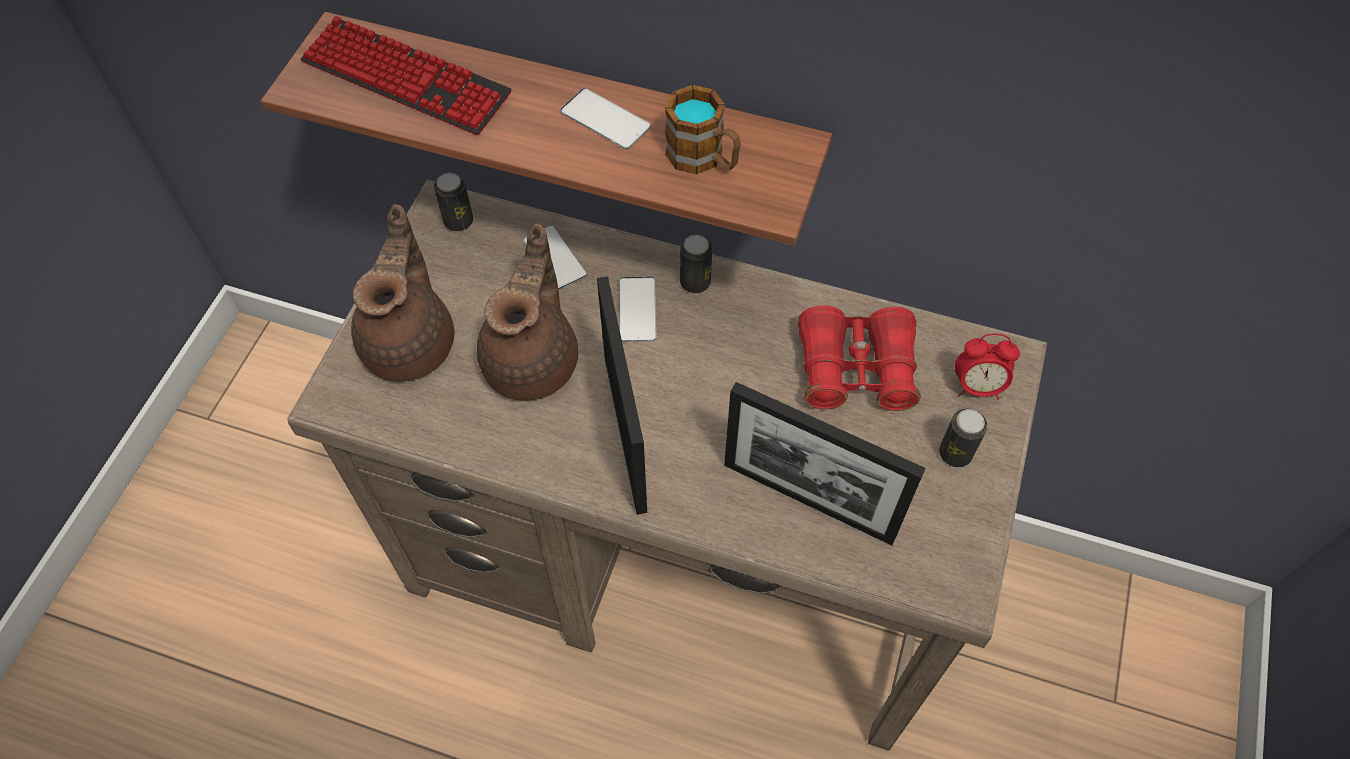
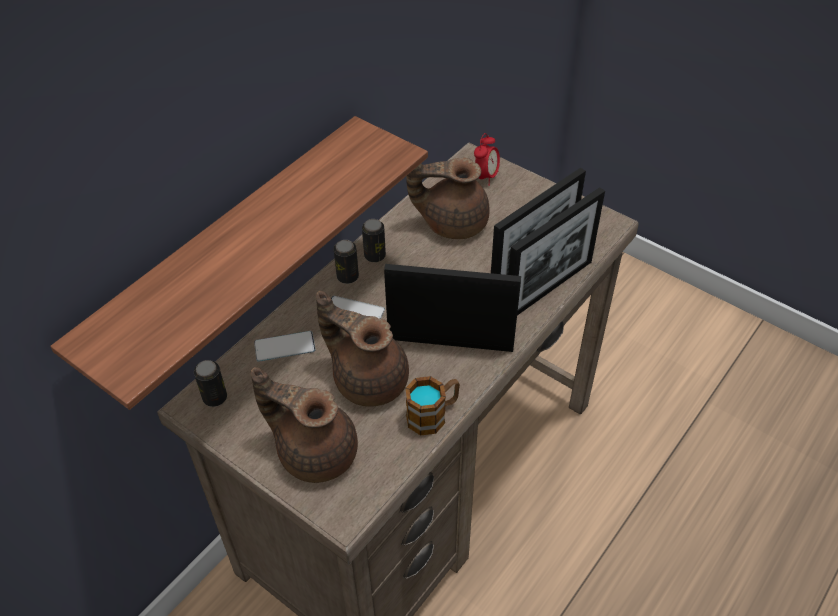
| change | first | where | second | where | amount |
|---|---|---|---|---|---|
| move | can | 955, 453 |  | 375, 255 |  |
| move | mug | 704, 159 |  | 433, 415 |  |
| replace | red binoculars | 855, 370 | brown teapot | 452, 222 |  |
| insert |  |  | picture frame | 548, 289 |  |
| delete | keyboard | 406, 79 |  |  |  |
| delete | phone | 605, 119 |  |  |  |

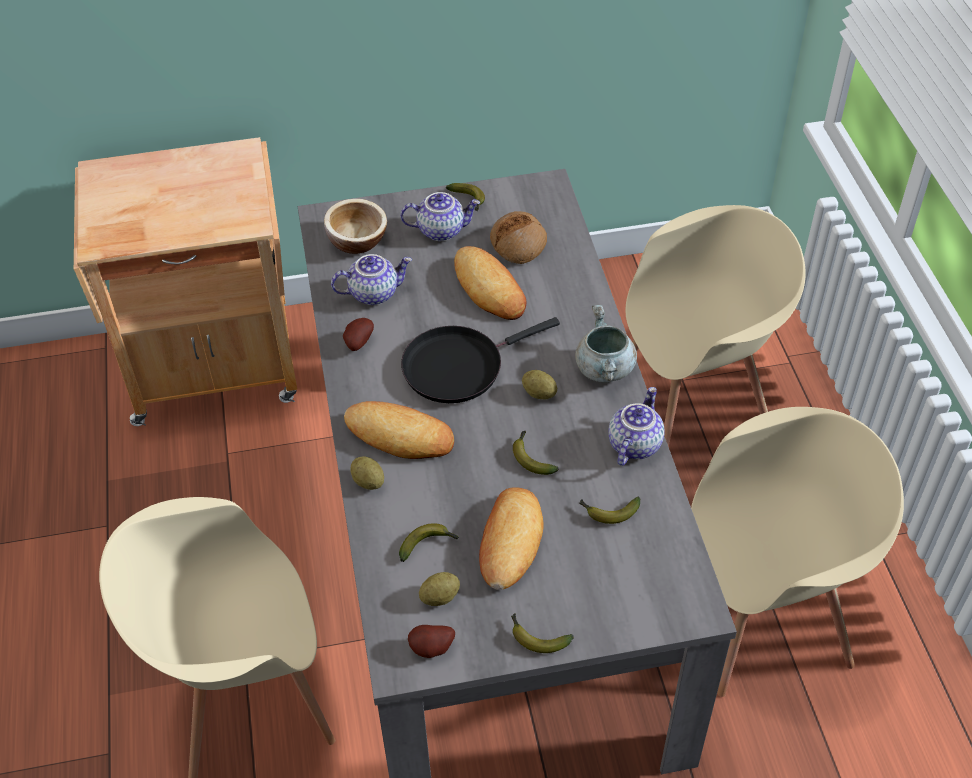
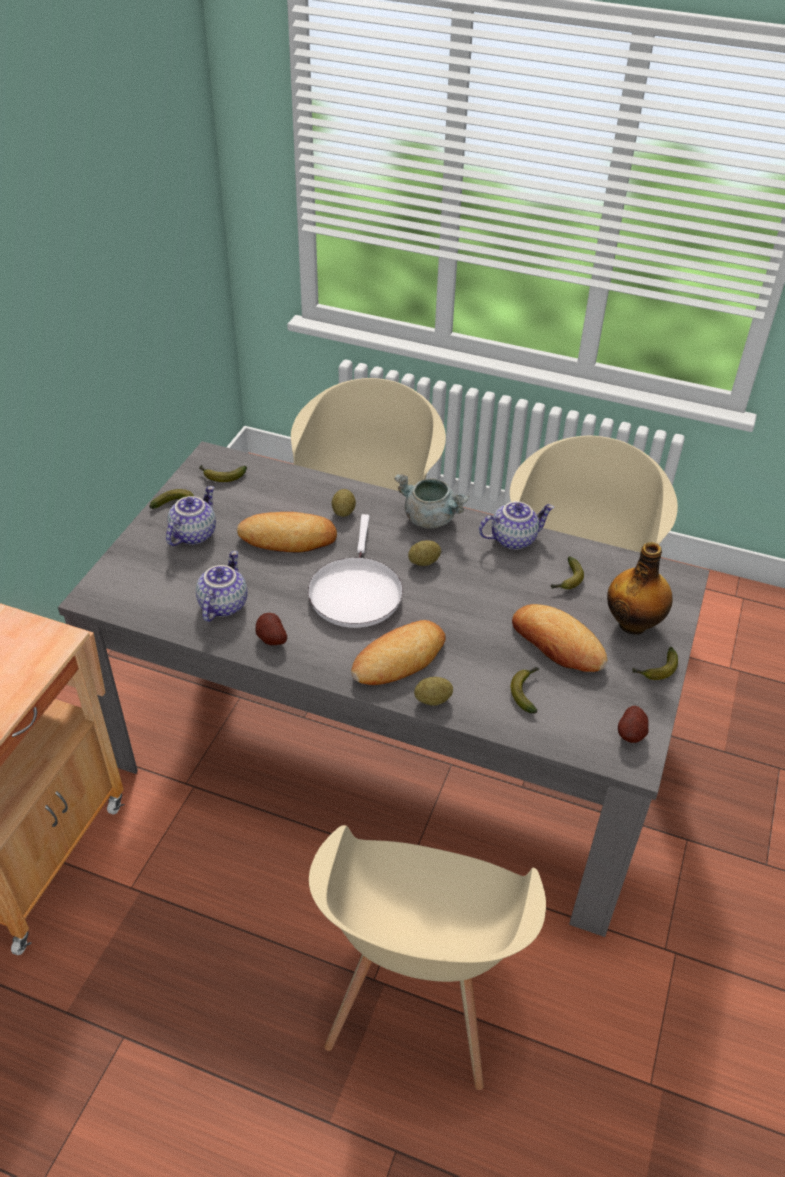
| change | first | where | second | where | amount |
|---|---|---|---|---|---|
| move | banana | 531, 457 |  | 221, 476 |  |
| recolor | black frying pan | 458, 366 | white frying pan | 355, 592 |  |
| move | potato | 440, 597 |  | 343, 512 |  |
| rotate | teapot | 633, 444 |  | 513, 538 | 105 degrees clockwise |
| insert |  |  | bottle | 633, 623 |  |
| delete | bowl | 357, 240 |  |  |  |
| delete | bread | 518, 244 |  |  |  |

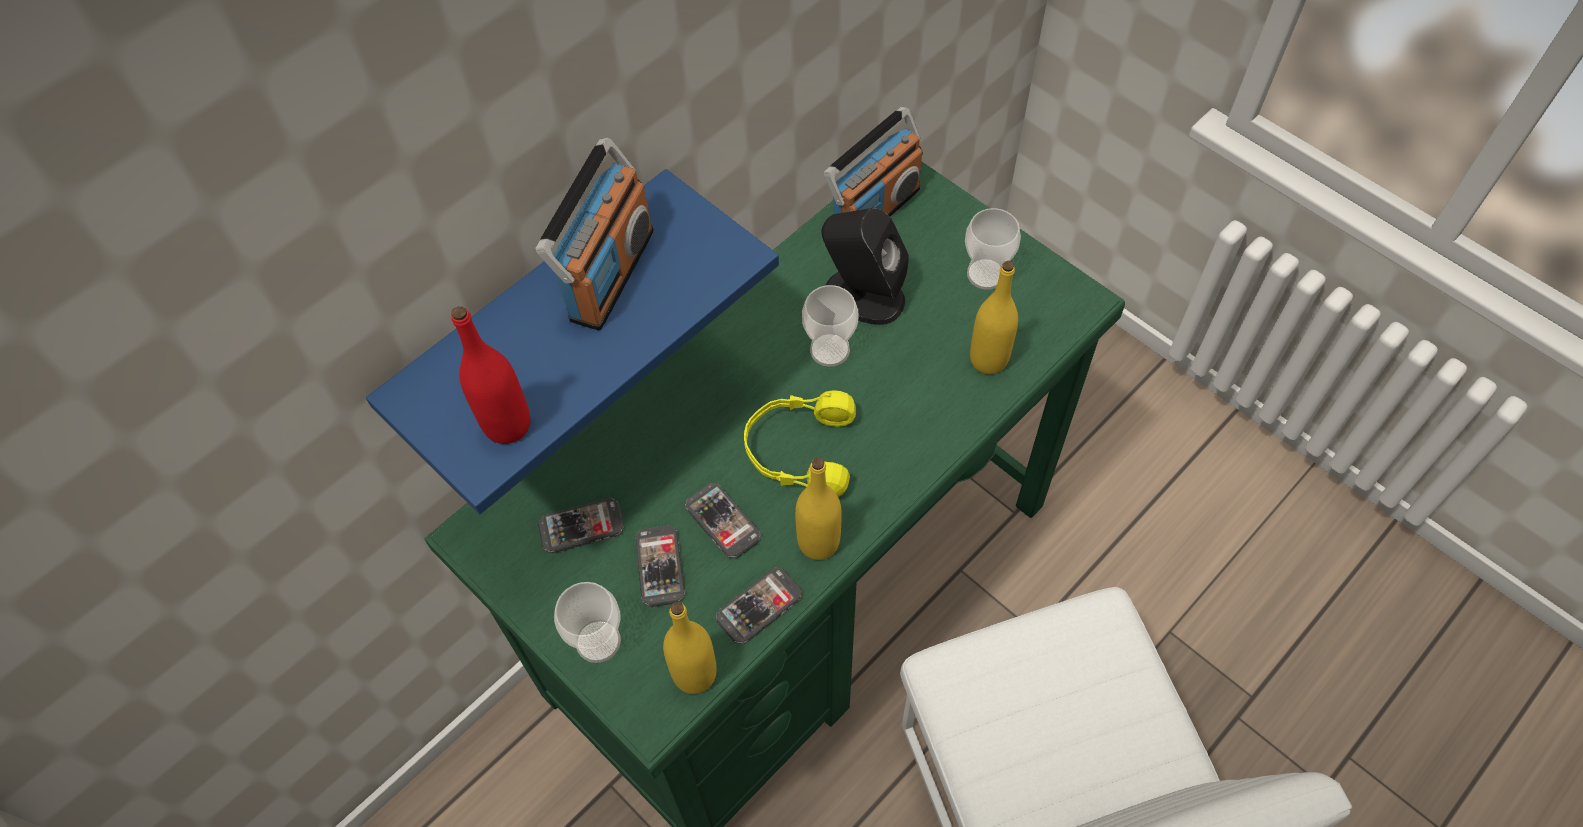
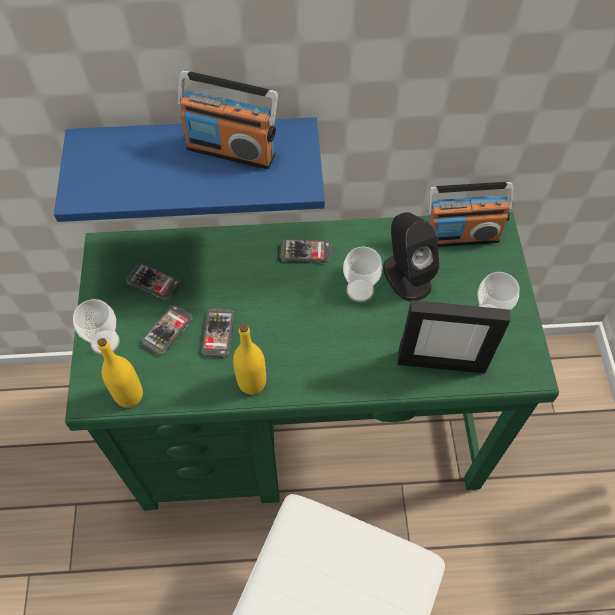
| change | first | where | second | where | amount |
|---|---|---|---|---|---|
| rotate | radio | 610, 274 |  | 231, 150 | 45 degrees clockwise |
| move | phone | 759, 606 |  | 305, 252 |  |
| replace | yellow bottle | 988, 359 | picture frame | 441, 362 |  |
| delete | red bottle | 507, 425 |  |  |  |
| delete | yellow headphones | 799, 451 |  |  |  |

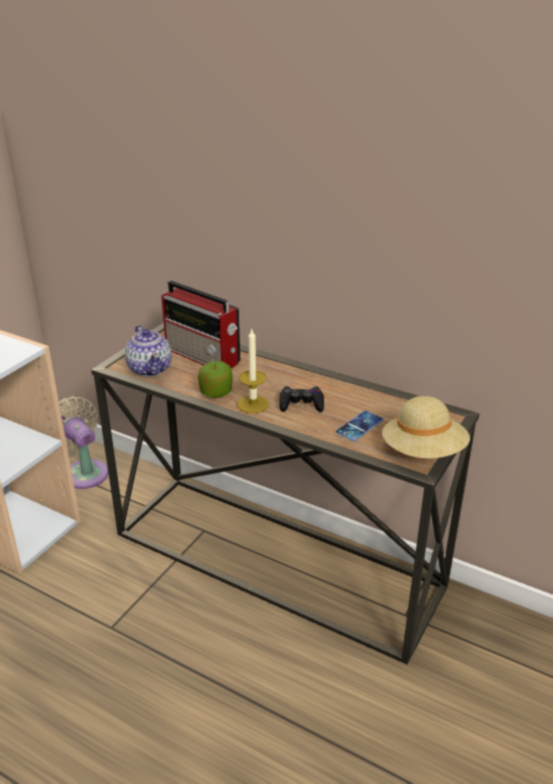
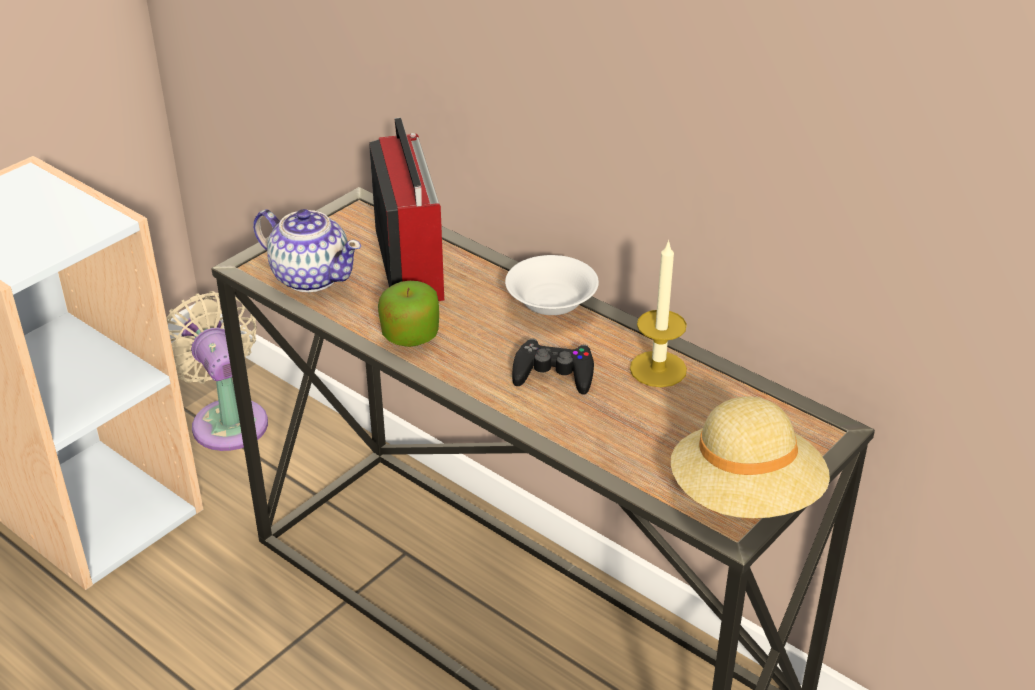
| change | first | where | second | where | amount |
|---|---|---|---|---|---|
| rotate | teapot | 150, 368 |  | 311, 276 | 45 degrees counterclockwise |
| rotate | radio | 204, 356 |  | 410, 261 | 150 degrees counterclockwise |
| insert |  |  | white bowl | 552, 302 |  |
| move | candle | 253, 404 |  | 658, 369 |  |
| delete | phone | 359, 426 |  |  |  |

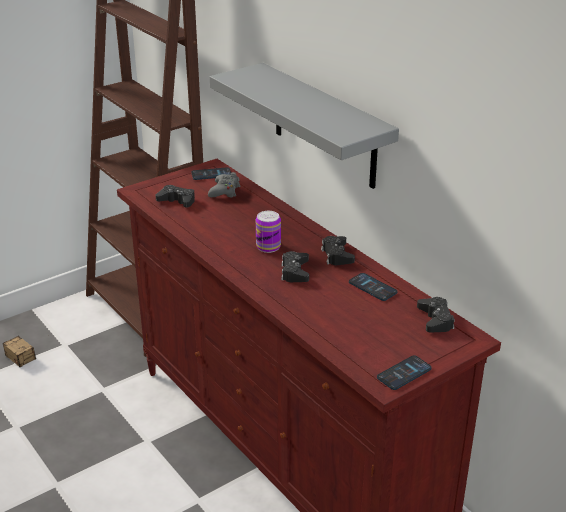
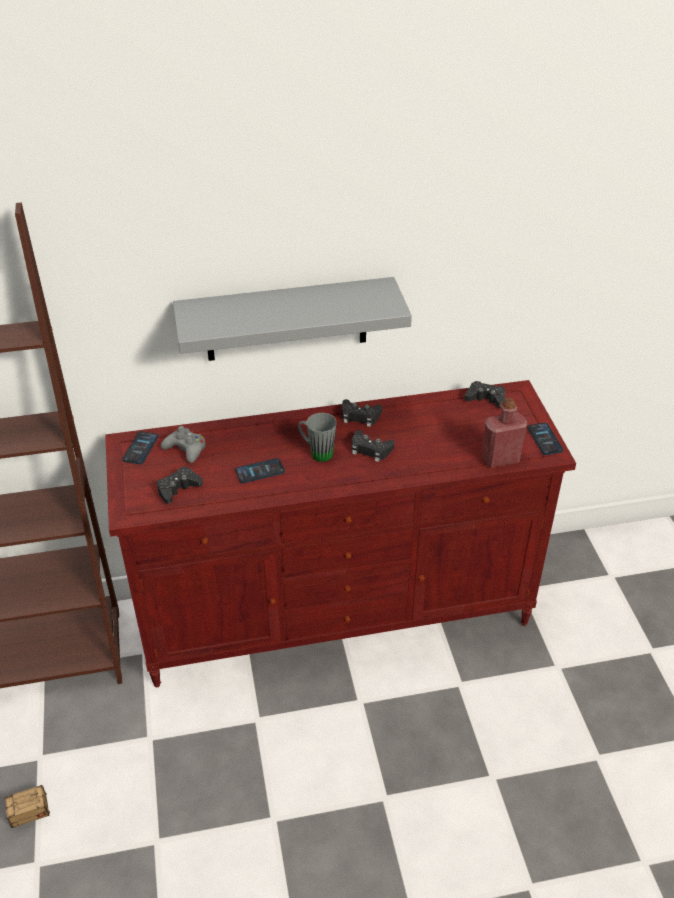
| change | first | where | second | where | amount |
|---|---|---|---|---|---|
| move | phone | 372, 287 |  | 260, 471 |  |
| replace | can | 268, 247 | grey mug | 316, 452 |  |
| insert |  |  | red bottle | 500, 459 |  |

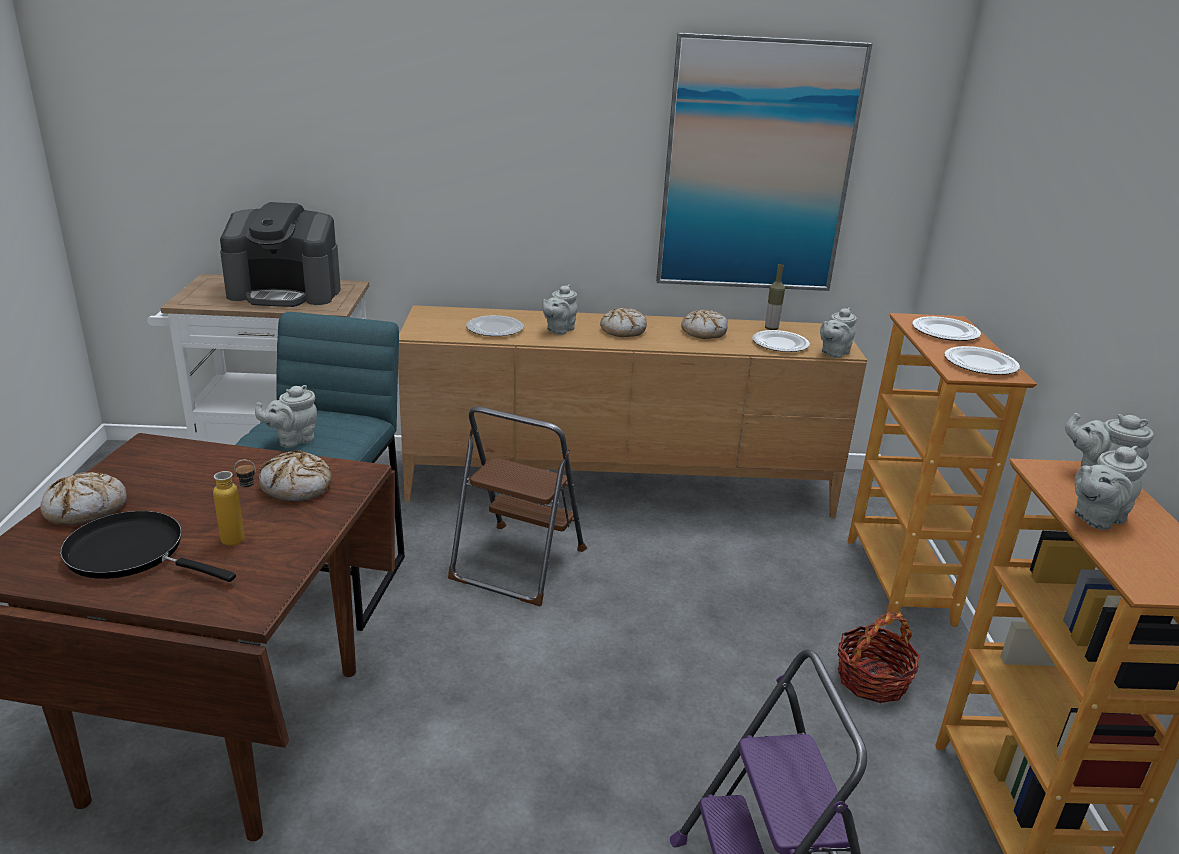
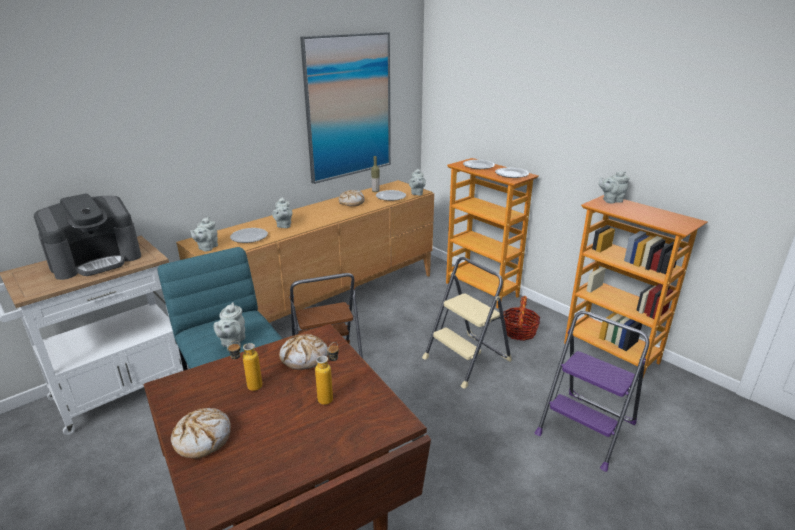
| change | first | where | second | where | amount |
|---|---|---|---|---|---|
| move | grey teapot | 1096, 518 |  | 207, 248 |  |
| insert |  |  | bottle | 248, 389 |  |
| insert |  |  | beige step ladder | 469, 358 |  |
| delete | black frying pan | 132, 553 |  |  |  |
| delete | bread | 623, 330 |  |  |  |

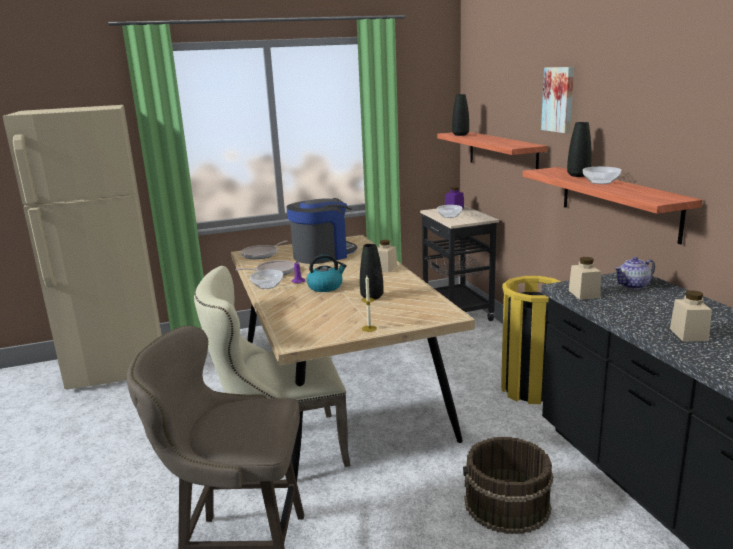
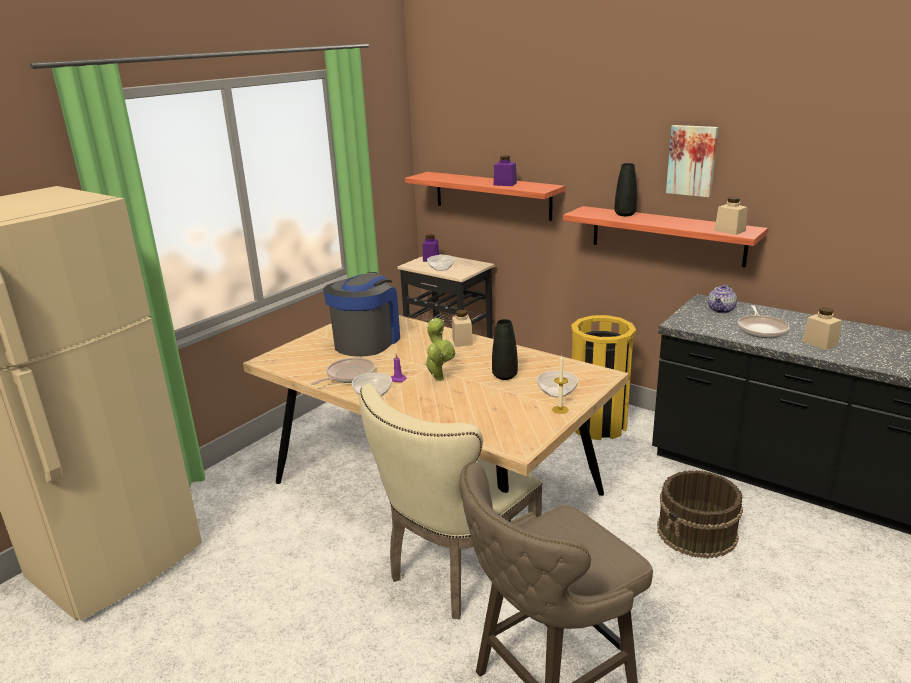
| change | first | where | second | where | amount |
|---|---|---|---|---|---|
| replace | kettle | 326, 287 | potted plant | 439, 377 |  |
| insert |  |  | purple jar | 505, 184 |  |
| move | bowl | 600, 182 |  | 557, 392 |  |
| move | picture | 559, 99 |  | 692, 160 |  |
| move | beige jar | 584, 294 |  | 729, 231 |  |
| move | frying pan | 261, 254 |  | 761, 329 |  |
| delete | black vase | 460, 135 |  |  |  |

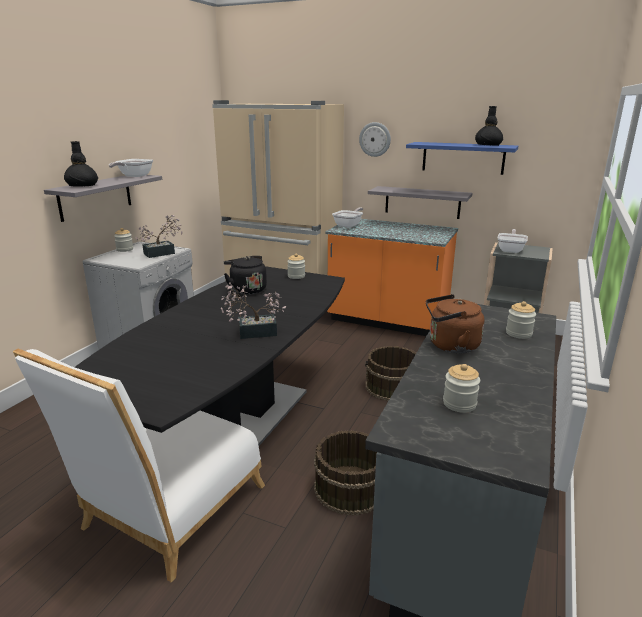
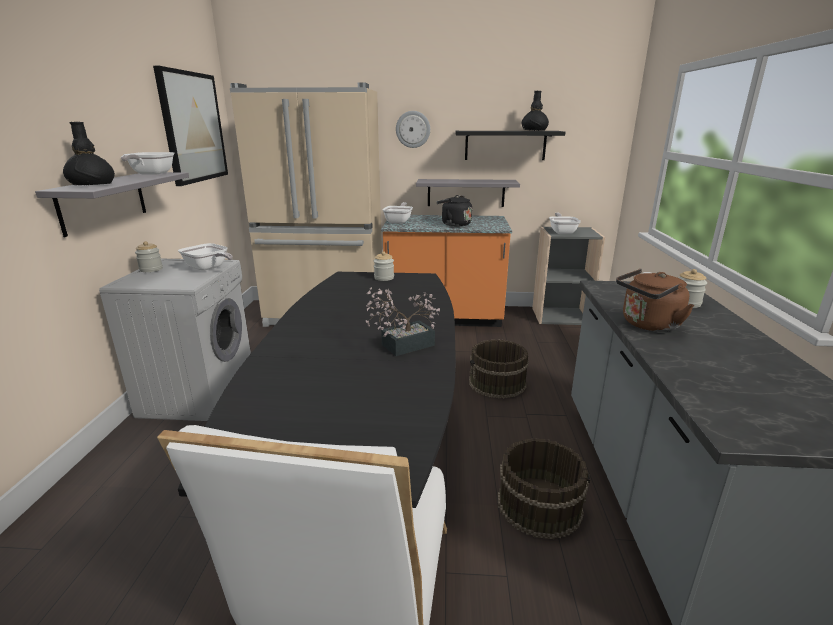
| change | first | where | second | where | amount |
|---|---|---|---|---|---|
| insert |  |  | picture | 193, 127 |  |
| replace | potted plant | 163, 253 | frying pan | 208, 268 |  |
| move | black kettle | 247, 289 |  | 454, 224 |  |
| recolor | blue shelf | 463, 158 | black shelf | 505, 145 |  |
| delete | jar | 459, 404 |  |  |  |

